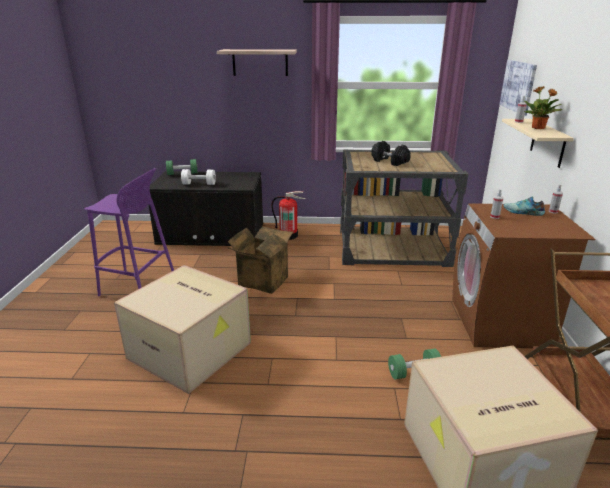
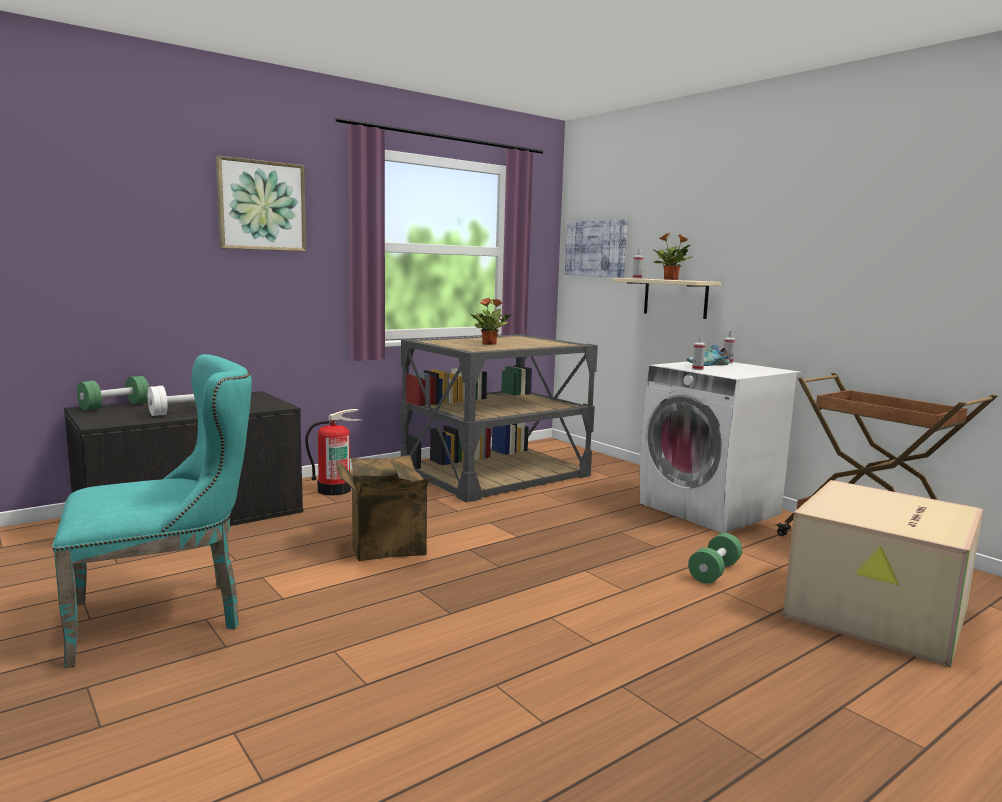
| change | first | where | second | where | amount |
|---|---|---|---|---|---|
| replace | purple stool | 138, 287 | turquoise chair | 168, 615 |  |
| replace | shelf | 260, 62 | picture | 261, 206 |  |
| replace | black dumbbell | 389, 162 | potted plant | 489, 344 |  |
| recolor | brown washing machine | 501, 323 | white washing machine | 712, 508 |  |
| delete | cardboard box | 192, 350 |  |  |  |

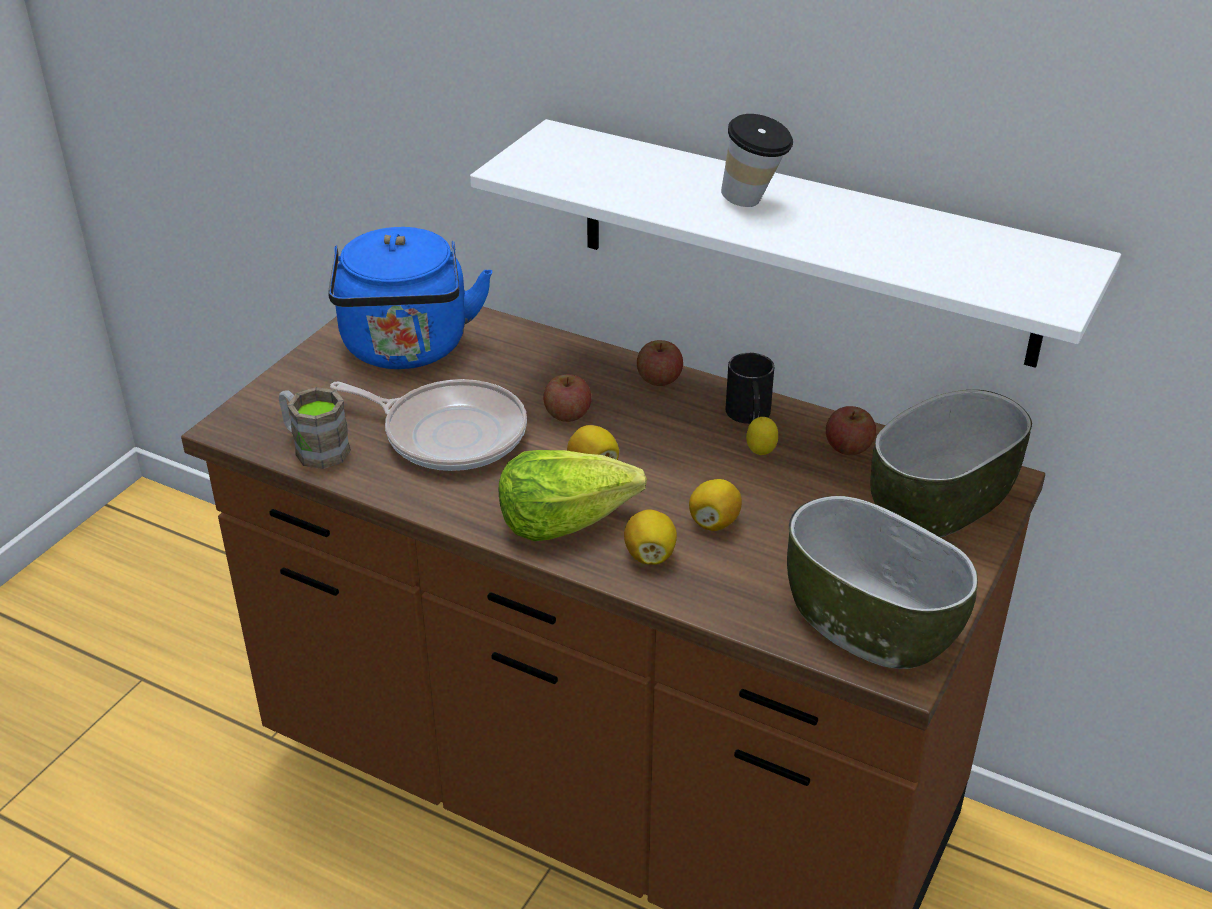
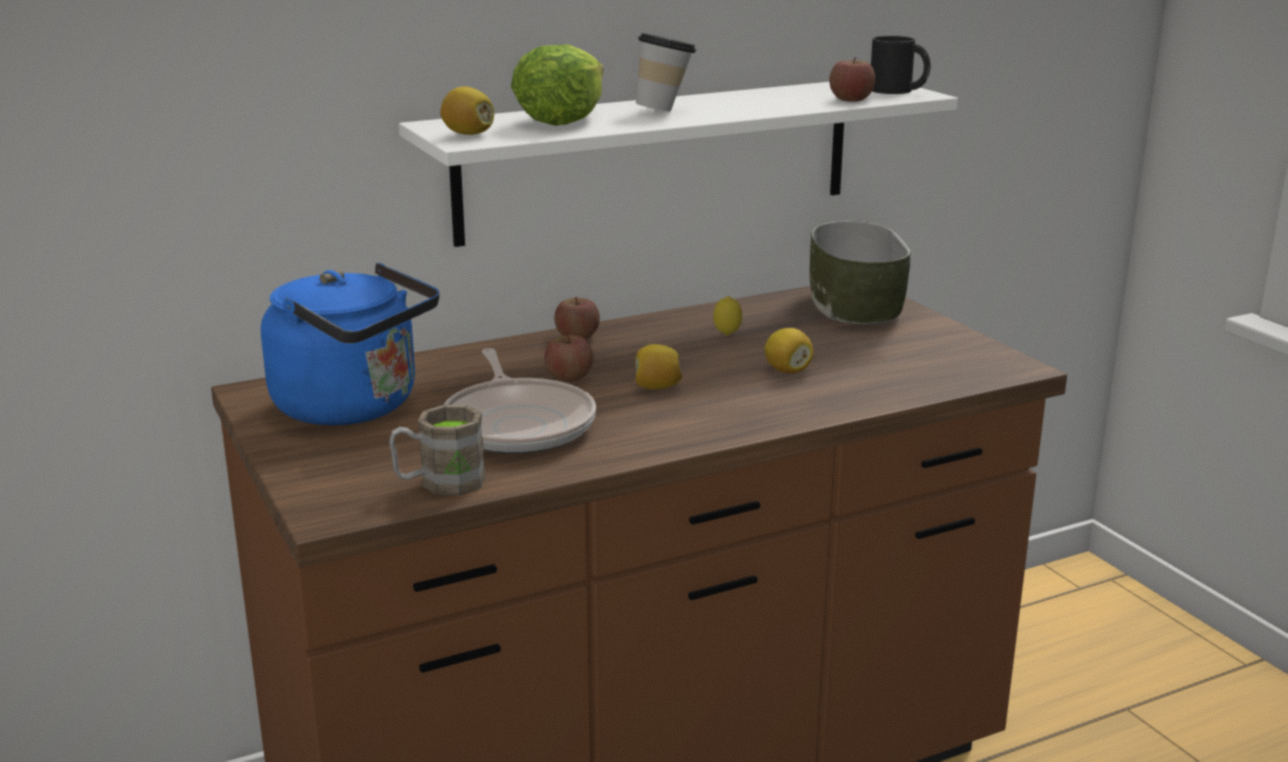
| change | first | where | second | where | amount |
|---|---|---|---|---|---|
| move | lemon | 650, 555 |  | 468, 134 |  |
| rotate | frying pan | 449, 433 |  | 518, 424 | 105 degrees clockwise |
| move | lettuce | 564, 519 |  | 562, 119 |  |
| move | apple | 848, 447 |  | 851, 99 |  |
| move | black mug | 749, 416 |  | 899, 91 |  |
| delete | bowl | 871, 620 |  |  |  |

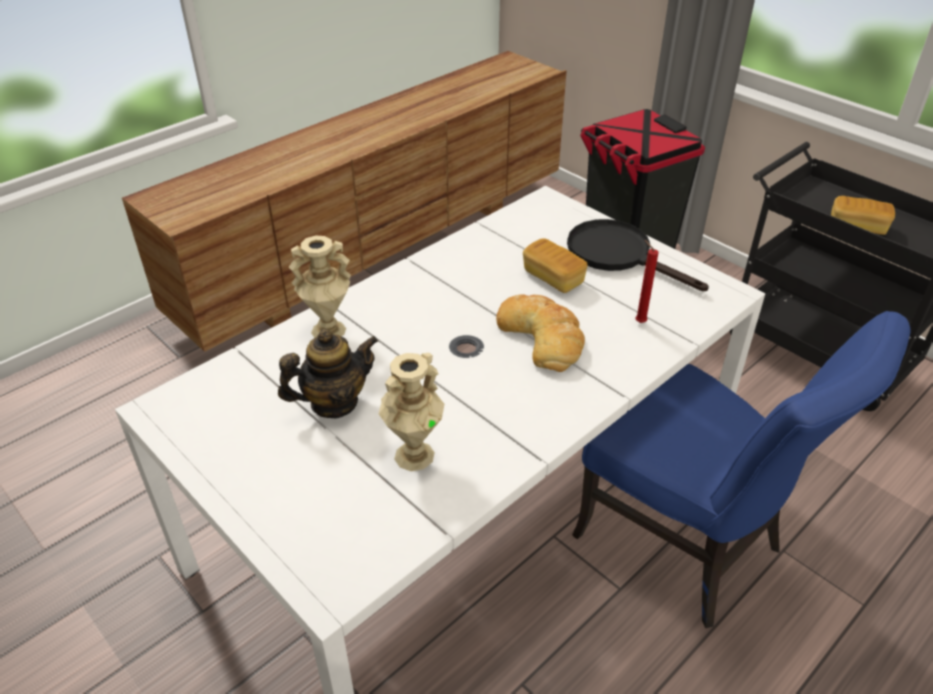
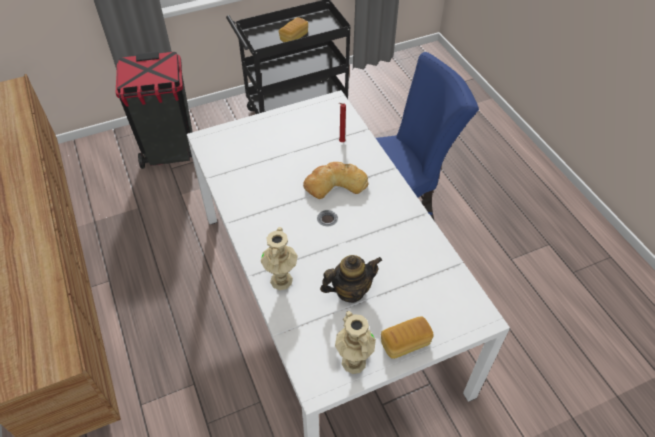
| change | first | where | second | where | amount |
|---|---|---|---|---|---|
| rotate | teapot | 334, 403 |  | 350, 290 | 75 degrees clockwise |
| move | beige vase | 414, 455 |  | 353, 362 |  |
| move | bread | 553, 277 |  | 405, 343 |  |
| delete | black frying pan | 619, 255 |  |  |  |

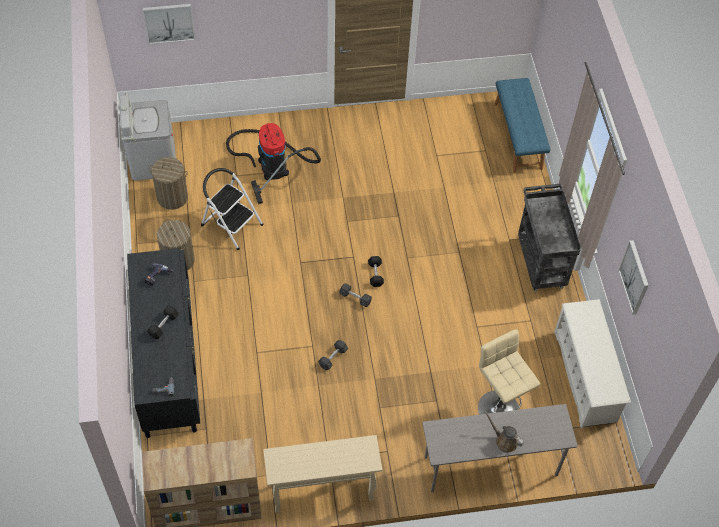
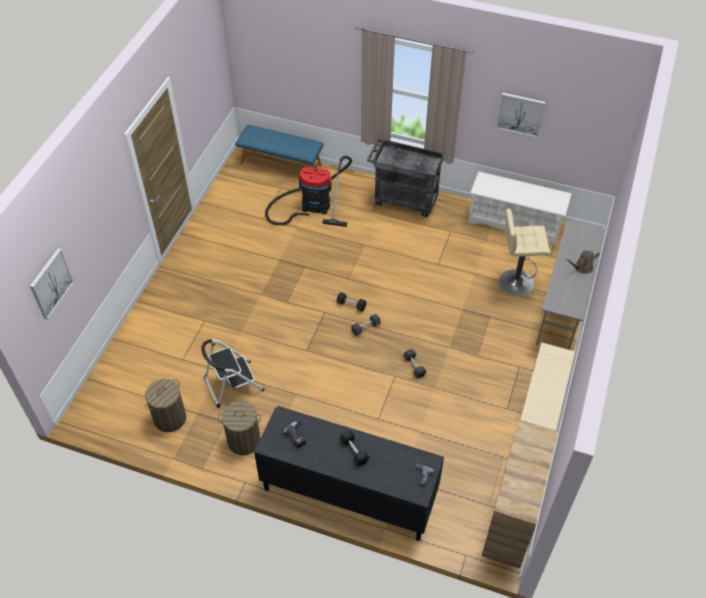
| change | first | where | second | where | amount |
|---|---|---|---|---|---|
| move | vacuum cleaner | 271, 164 |  | 312, 205 |  |
| delete | grey washing machine | 152, 161 |  |  |  |

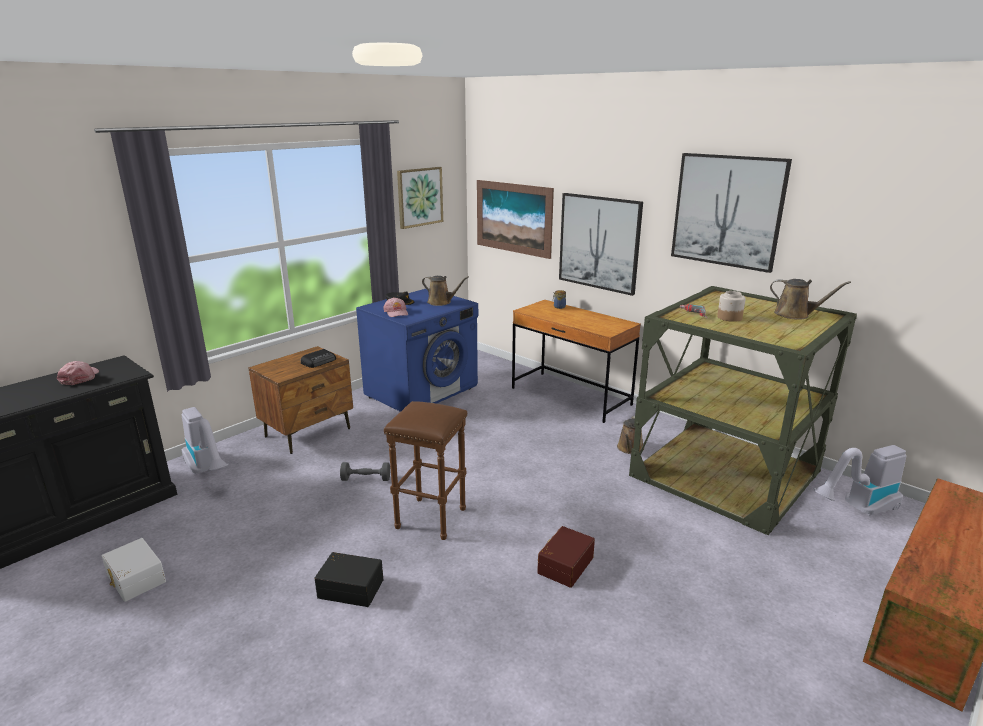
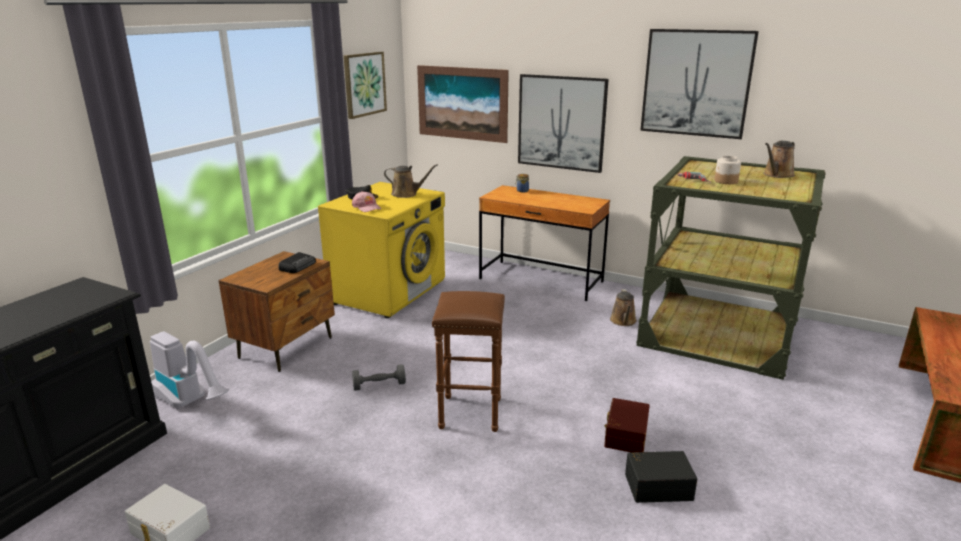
| change | first | where | second | where | amount |
|---|---|---|---|---|---|
| recolor | blue washing machine | 423, 393 | yellow washing machine | 390, 293 |  |
| move | black storage box | 351, 587 |  | 658, 485 |  |
| rotate | brown watering can | 795, 315 |  | 777, 175 | 120 degrees clockwise |
| delete | pink cap | 80, 377 |  |  |  |
| delete | vacuum cleaner | 857, 509 |  |  |  |

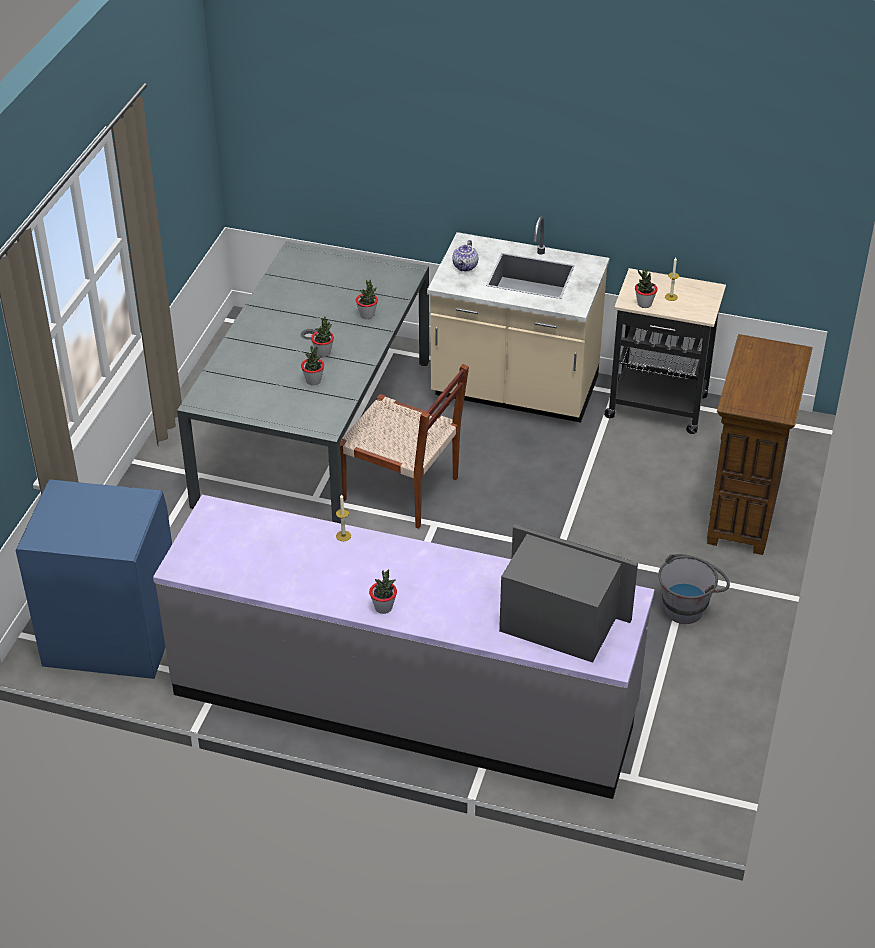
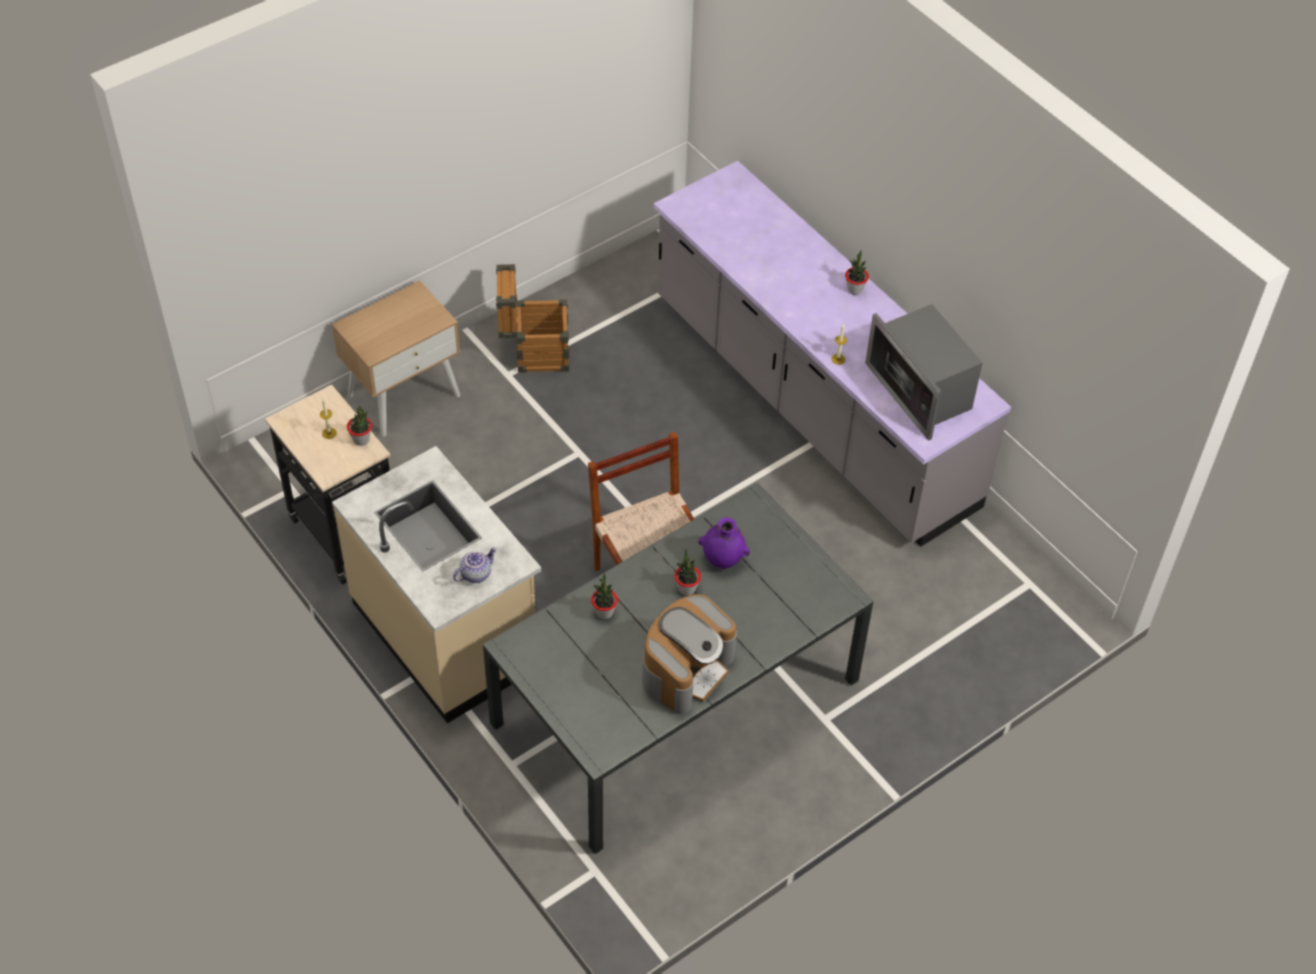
| change | first | where | second | where | amount |
|---|---|---|---|---|---|
| replace | brown cabinet | 744, 515 | beige nightstand | 404, 394 |  |
| replace | grey bucket | 689, 606 | crate | 534, 353 |  |
| insert |  |  | coffee machine | 686, 669 |  |
| replace | potted plant | 313, 381 | purple vase | 723, 560 |  |
| move | microwave | 558, 622 |  | 921, 390 |  |
| delete | blue washing machine | 113, 632 |  |  |  |

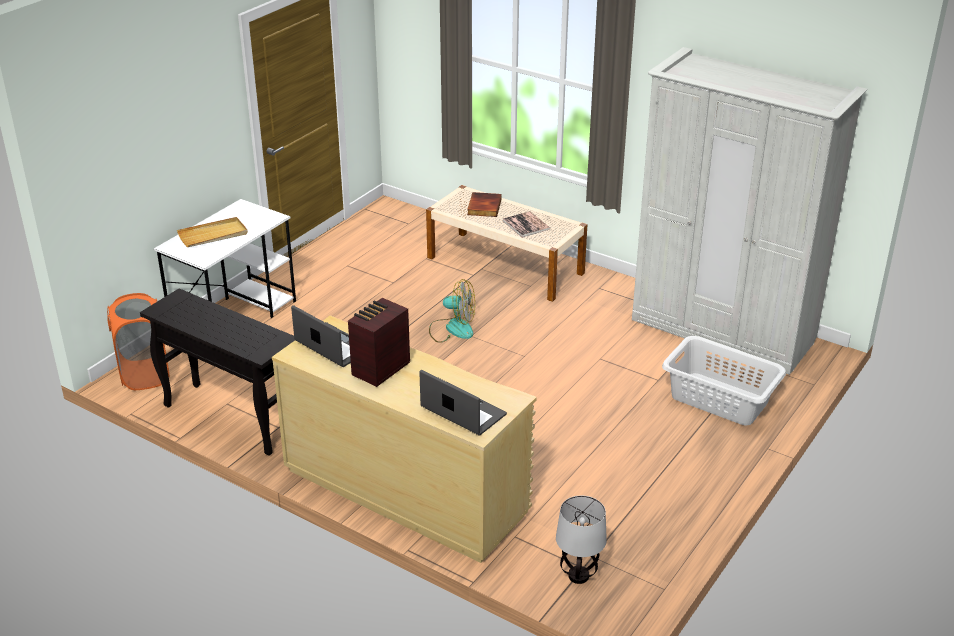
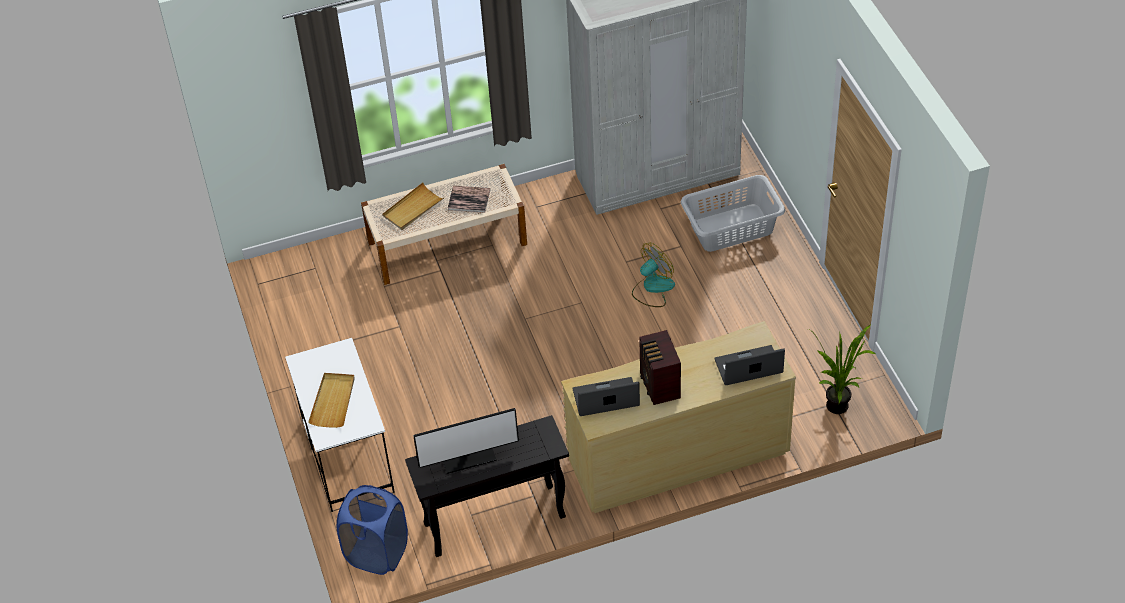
| change | first | where | second | where | amount |
|---|---|---|---|---|---|
| recolor | orange laundry basket | 145, 374 | blue laundry basket | 377, 553 |  |
| replace | book | 483, 206 | beige tray | 412, 209 |  |
| insert |  |  | monitor | 468, 458 |  |
| move | fan | 452, 329 |  | 652, 288 |  |
| replace | table lamp | 578, 576 | potted plant | 839, 411 |  |

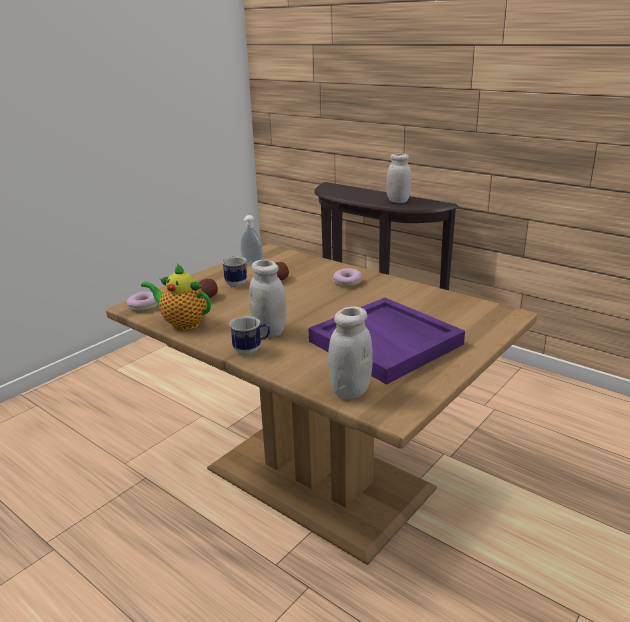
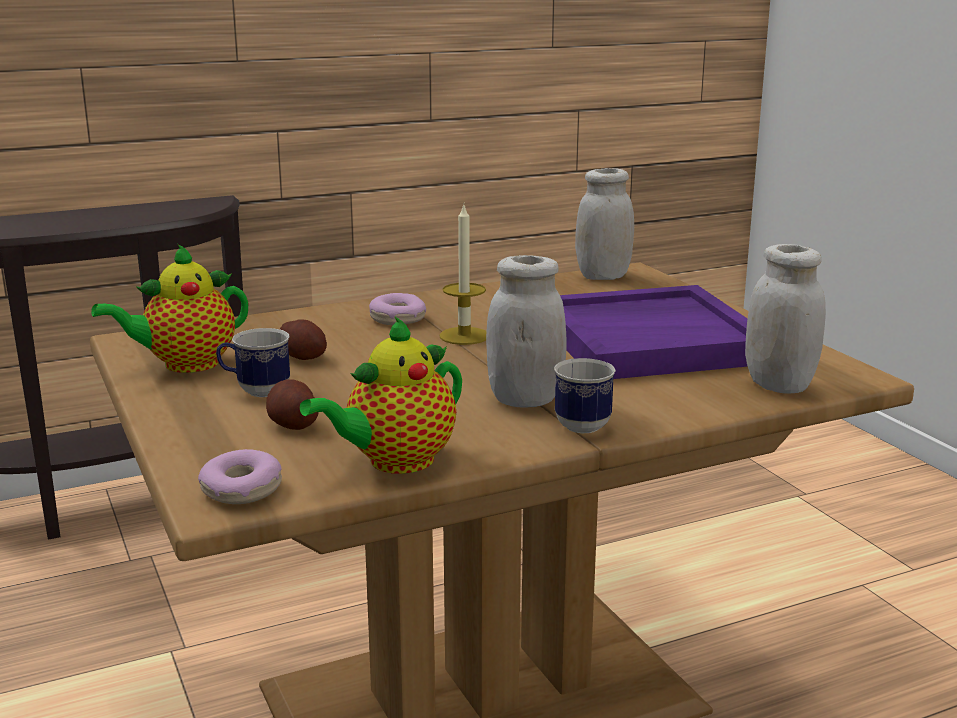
| change | first | where | second | where | amount |
|---|---|---|---|---|---|
| replace | soap dispenser | 251, 264 | teapot | 185, 364 |  |
| insert |  |  | candle | 464, 336 |  |
| move | white jar | 398, 201 |  | 603, 276 |  |

